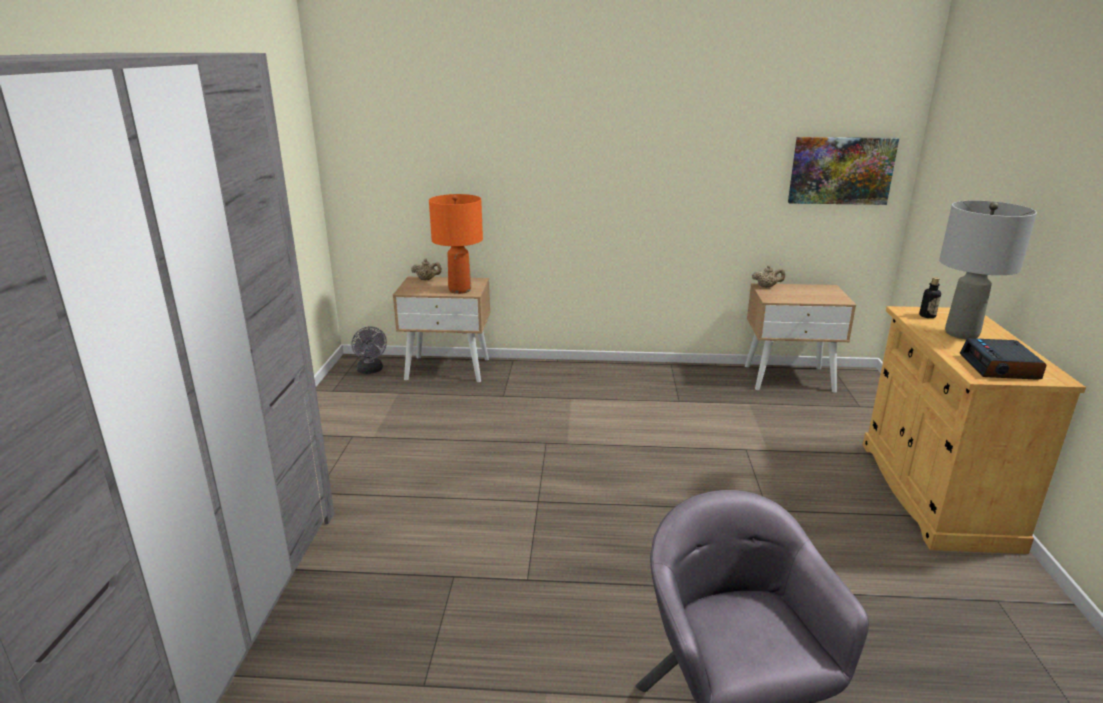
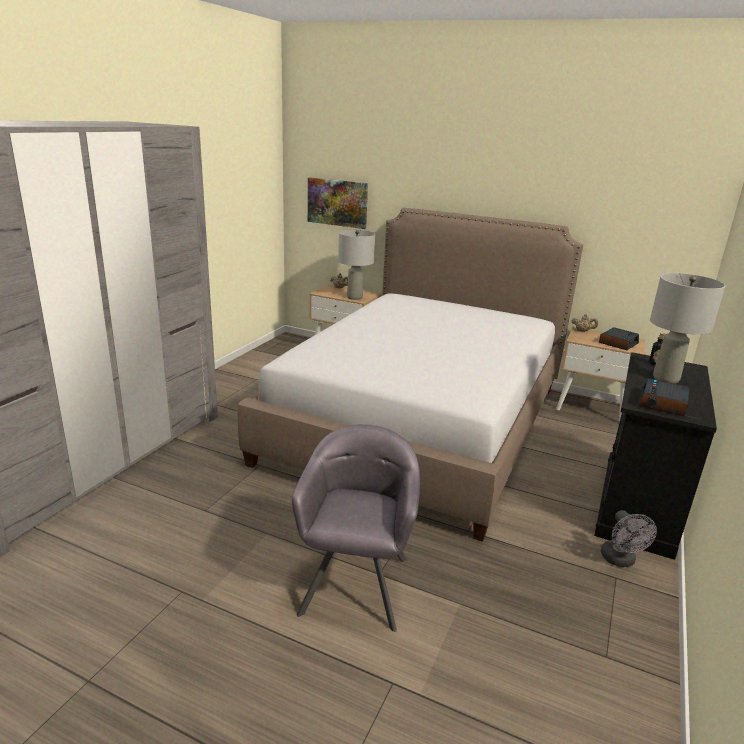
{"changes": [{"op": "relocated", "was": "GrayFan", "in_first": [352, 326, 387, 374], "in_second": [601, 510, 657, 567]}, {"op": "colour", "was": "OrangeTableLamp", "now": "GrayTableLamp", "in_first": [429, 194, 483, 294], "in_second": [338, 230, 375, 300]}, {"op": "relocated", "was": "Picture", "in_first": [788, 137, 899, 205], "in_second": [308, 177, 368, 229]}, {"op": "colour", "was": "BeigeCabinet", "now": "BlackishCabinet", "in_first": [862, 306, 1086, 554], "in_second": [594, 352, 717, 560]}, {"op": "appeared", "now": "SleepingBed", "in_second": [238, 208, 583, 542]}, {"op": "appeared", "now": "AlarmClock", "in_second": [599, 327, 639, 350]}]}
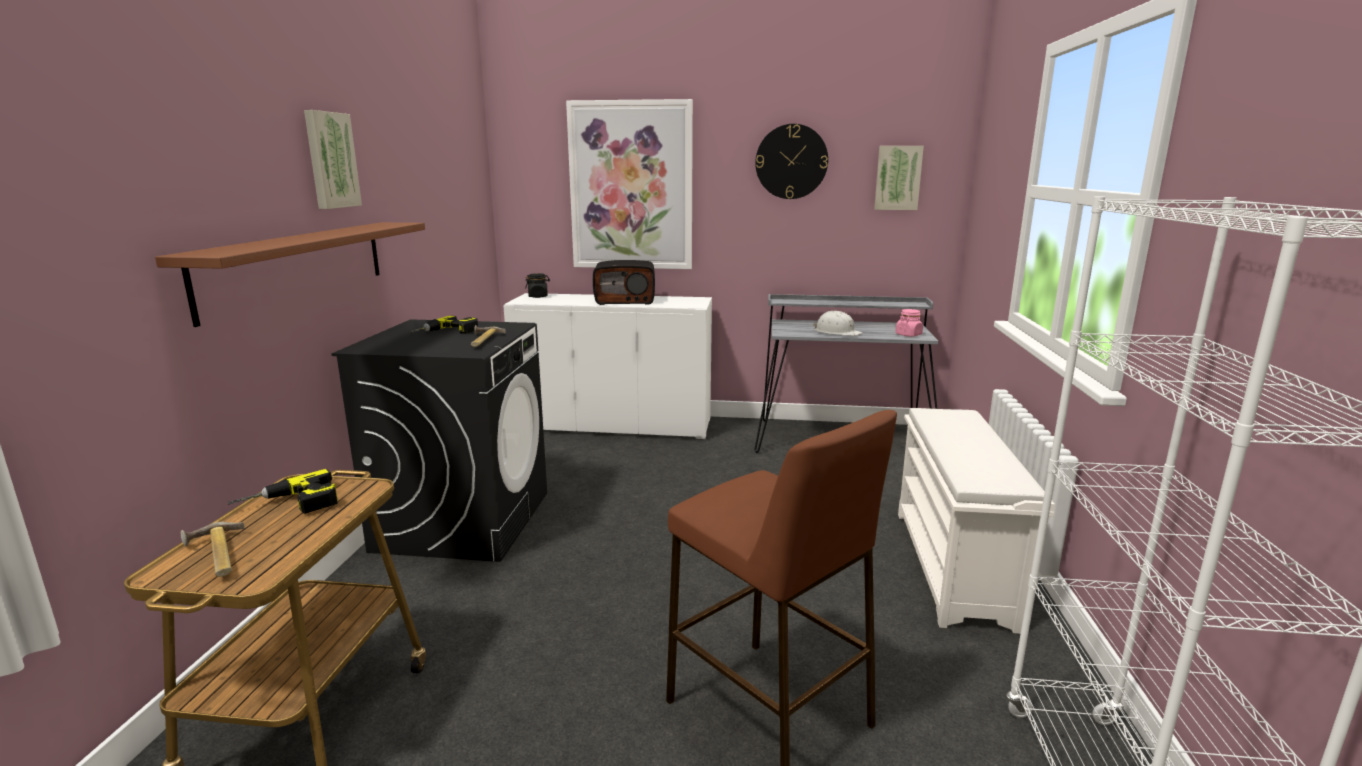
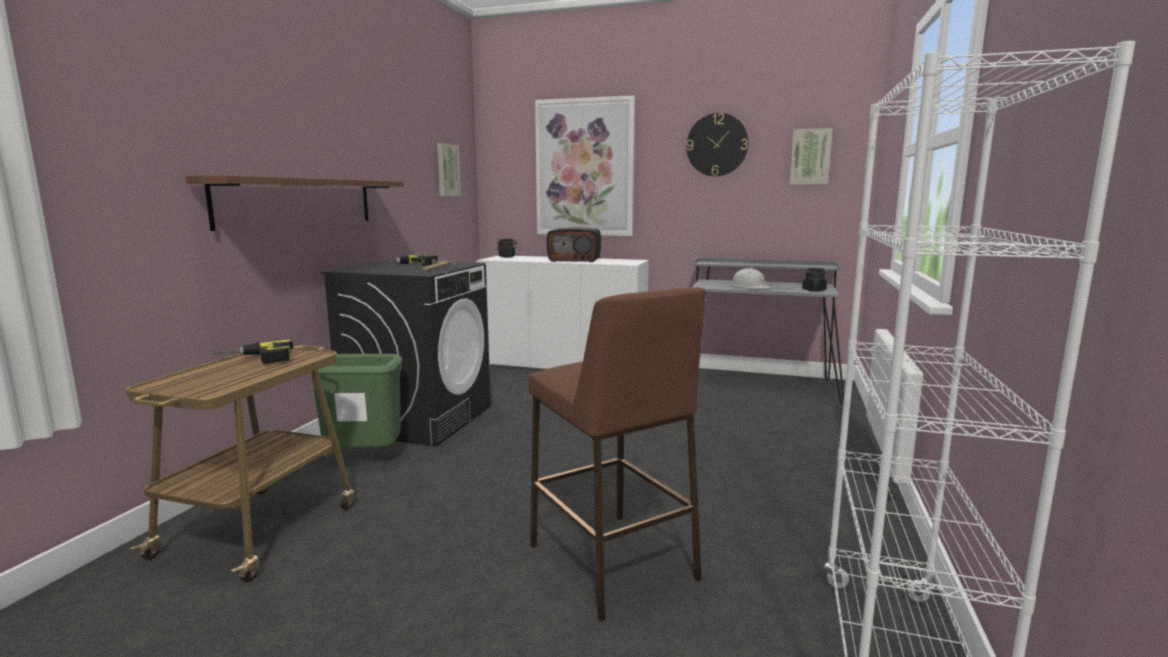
{"changes": [{"op": "missing", "was": "HandHammer", "in_first": [181, 522, 244, 577]}, {"op": "relocated", "was": "Picture", "in_first": [304, 110, 362, 209], "in_second": [437, 143, 461, 196]}, {"op": "colour", "was": "PinkColouredPreserveJar", "now": "BlackishPreserveJar", "in_first": [895, 309, 923, 337], "in_second": [802, 268, 827, 291]}, {"op": "missing", "was": "WhiteShoeRack", "in_first": [898, 408, 1055, 634]}, {"op": "appeared", "now": "GreenishTrashCan", "in_second": [310, 354, 402, 448]}]}
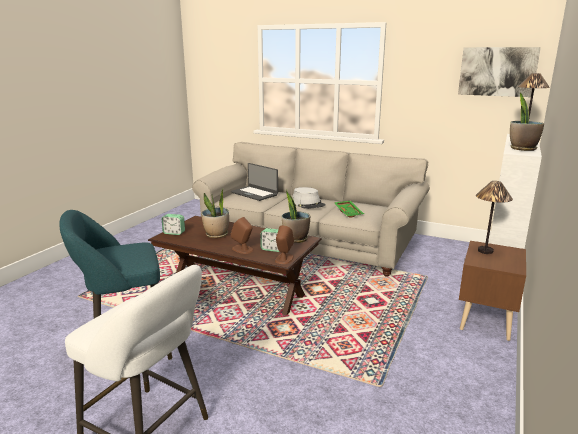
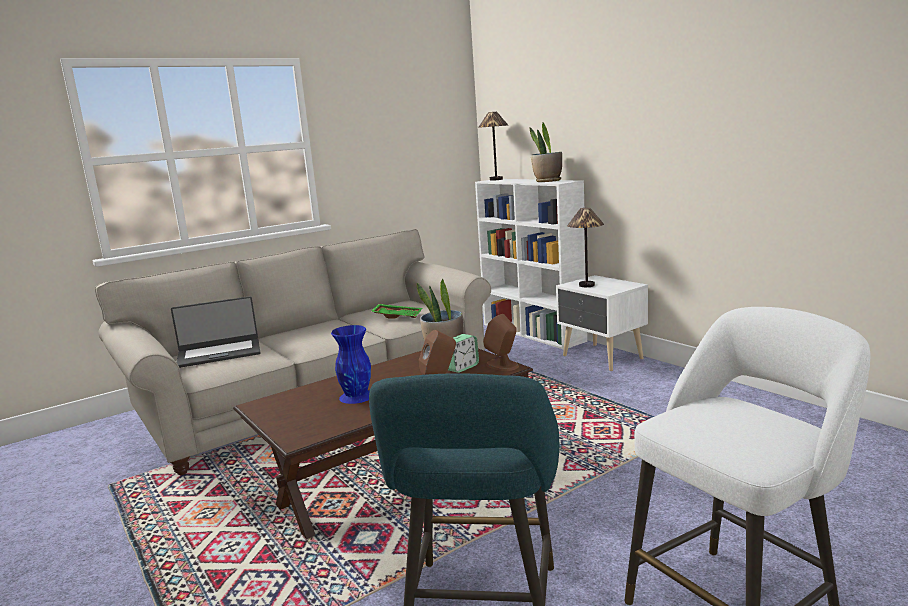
{"changes": [{"op": "missing", "was": "AlarmClock", "in_first": [162, 214, 185, 235]}, {"op": "exchanged", "was": "Houseplant", "now": "BluishDecorativeVase", "in_first": [201, 188, 229, 238], "in_second": [331, 325, 371, 404]}, {"op": "missing", "was": "GrayHat", "in_first": [292, 187, 325, 209]}, {"op": "missing", "was": "Picture", "in_first": [458, 47, 541, 97]}, {"op": "colour", "was": "BrownBedsideTable", "now": "WhiteBedsideTable", "in_first": [459, 241, 526, 341], "in_second": [556, 275, 648, 371]}]}
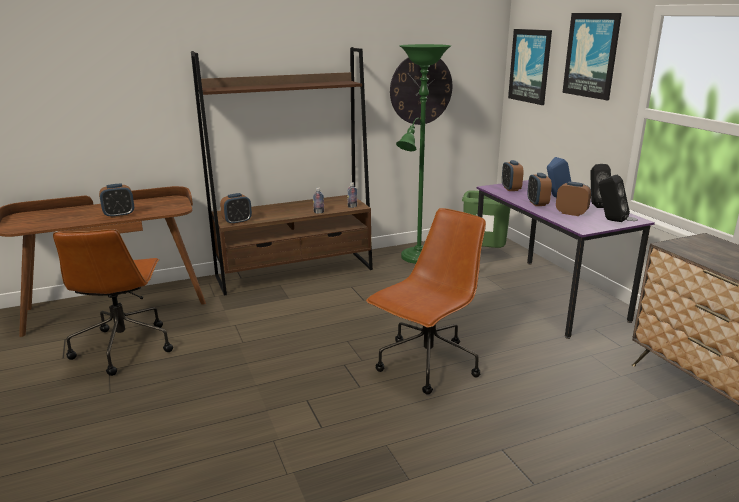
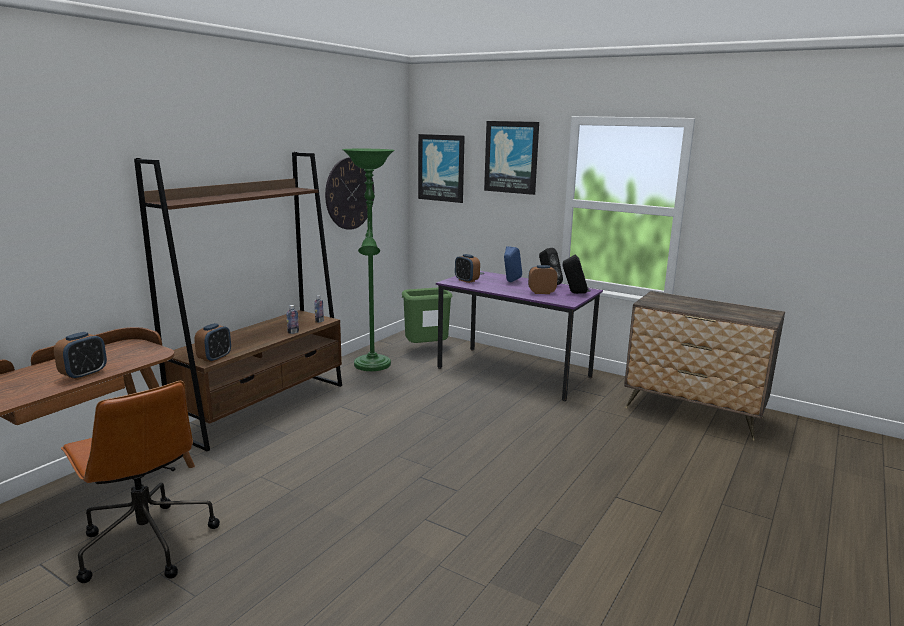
{"changes": [{"op": "missing", "was": "BrownComputerChair", "in_first": [366, 208, 486, 395]}, {"op": "missing", "was": "AlarmClock", "in_first": [527, 173, 552, 206]}]}
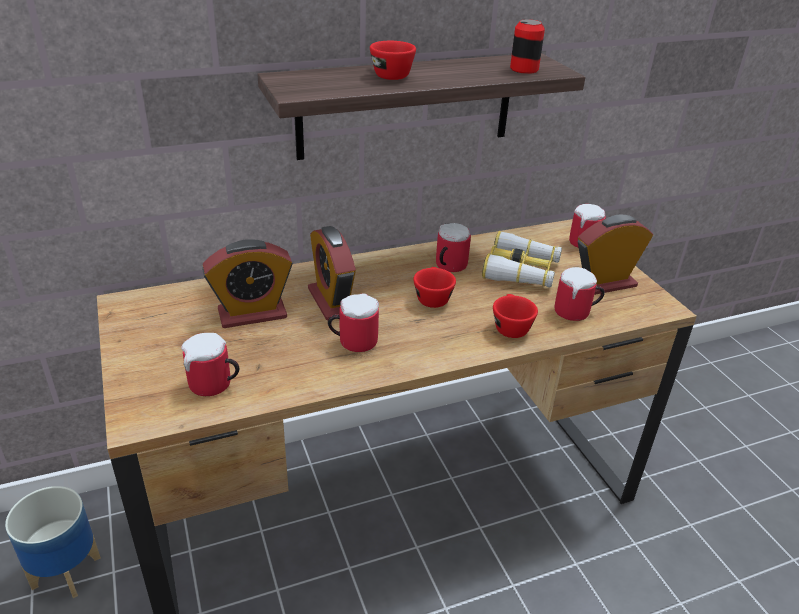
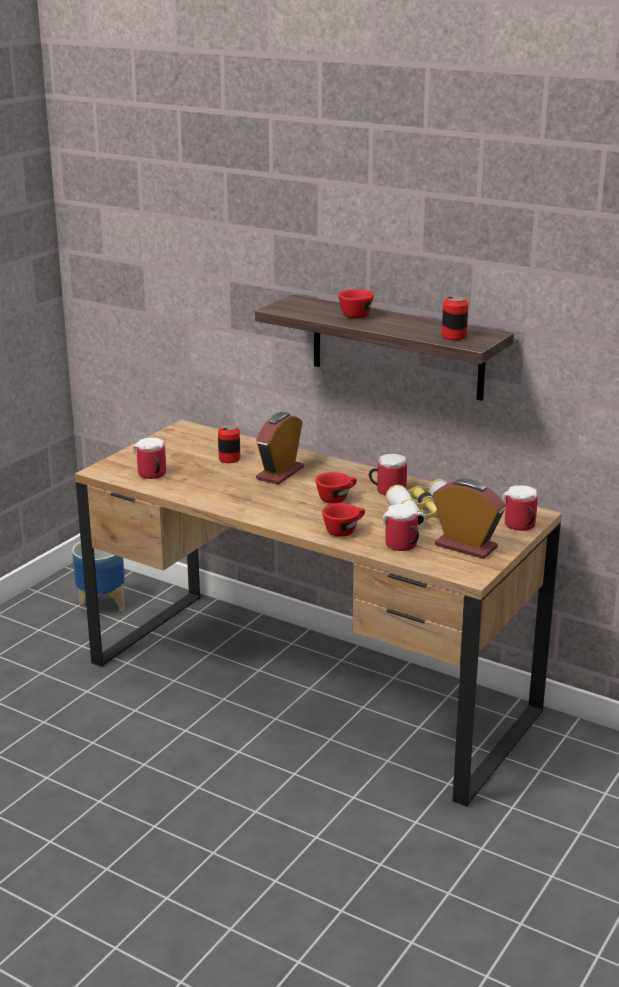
{"changes": [{"op": "exchanged", "was": "AlarmClock", "now": "SealedCan", "in_first": [202, 239, 293, 328], "in_second": [218, 424, 240, 463]}, {"op": "missing", "was": "CoffeeMug", "in_first": [328, 294, 379, 352]}]}
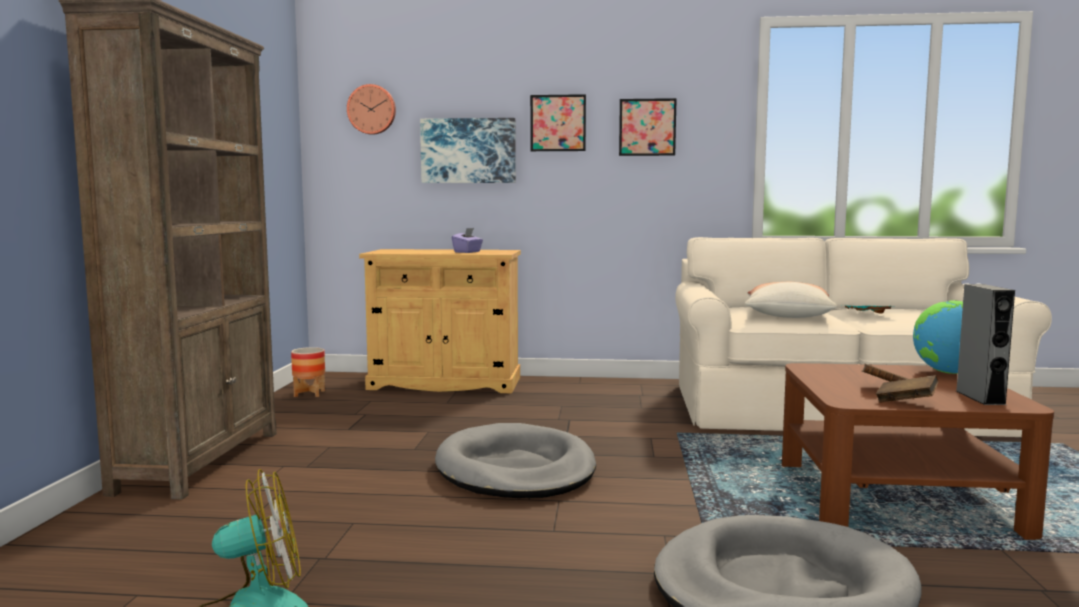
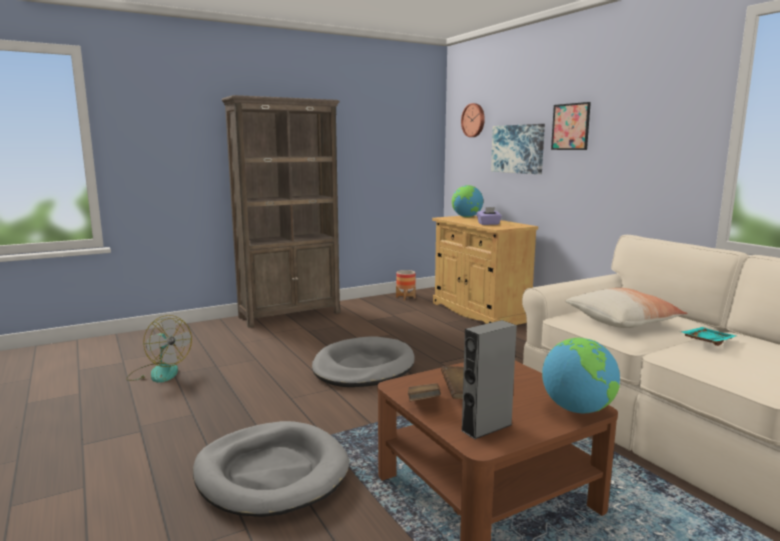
{"changes": [{"op": "missing", "was": "Picture", "in_first": [619, 98, 677, 156]}, {"op": "appeared", "now": "WorldGlobe", "in_second": [452, 185, 483, 217]}]}
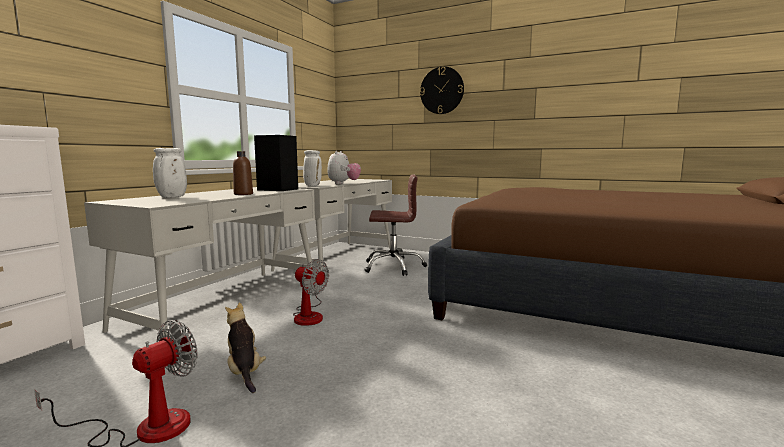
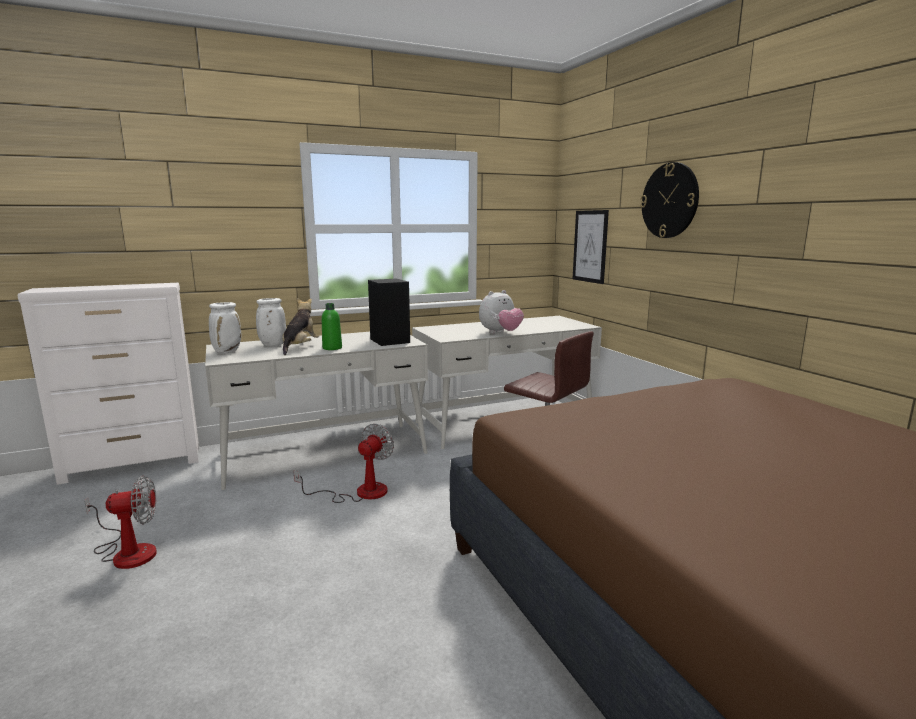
{"changes": [{"op": "relocated", "was": "SoftToy", "in_first": [225, 302, 266, 393], "in_second": [282, 298, 319, 355]}, {"op": "colour", "was": "BrownBottle", "now": "GreenishBottle", "in_first": [233, 151, 253, 195], "in_second": [322, 303, 342, 350]}, {"op": "spun", "was": "Fan", "in_first": [293, 259, 329, 326], "in_second": [293, 424, 394, 503], "clockwise": -135}, {"op": "relocated", "was": "WhiteDecorativeVase", "in_first": [303, 150, 322, 186], "in_second": [209, 302, 241, 353]}, {"op": "appeared", "now": "Picture", "in_second": [573, 210, 609, 284]}]}
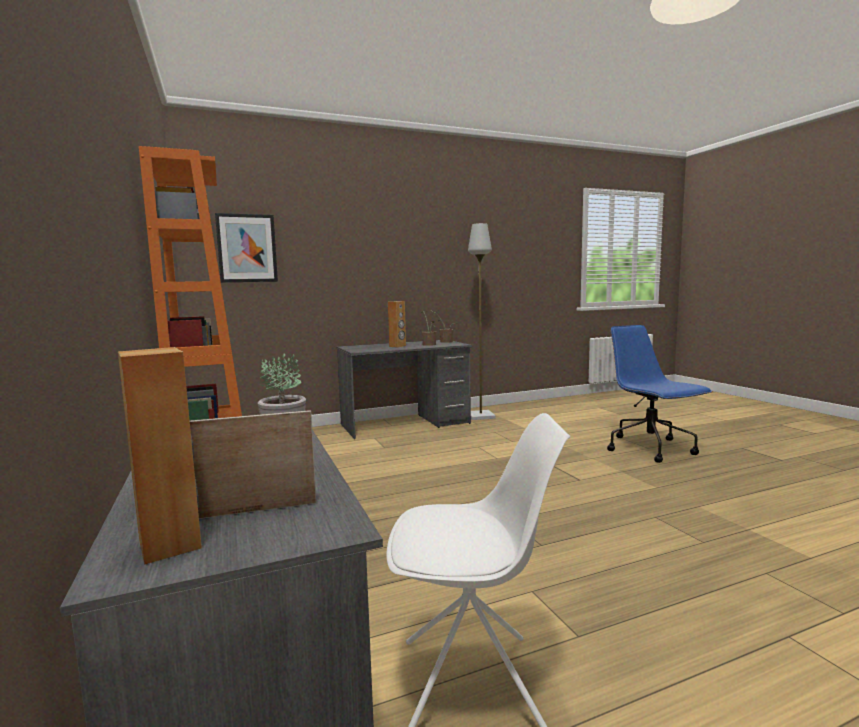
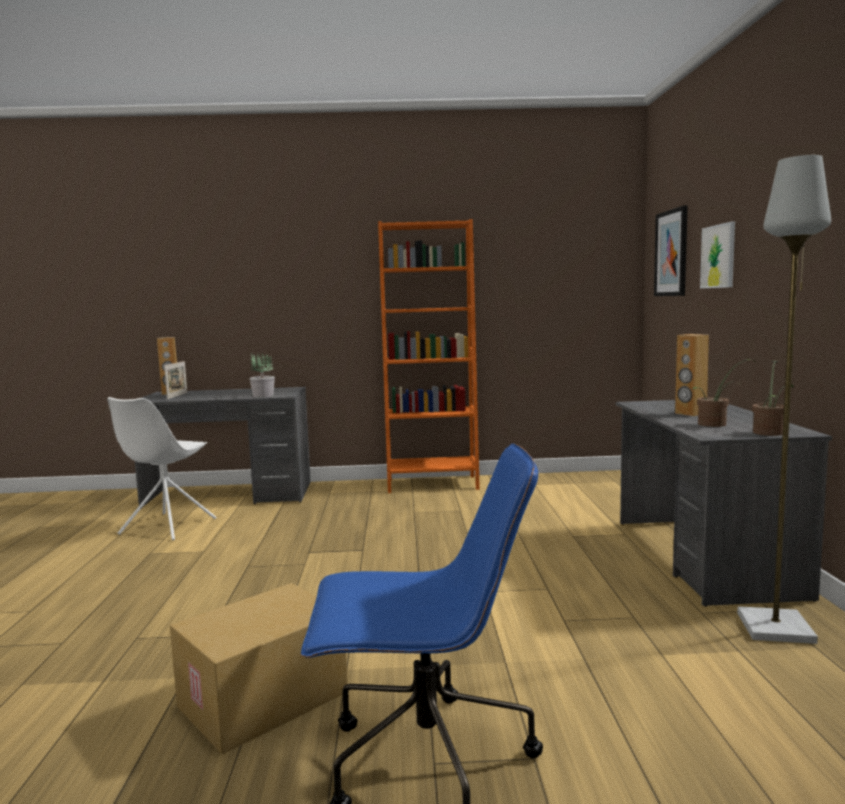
{"changes": [{"op": "appeared", "now": "PackingBox", "in_second": [170, 583, 348, 754]}, {"op": "appeared", "now": "Picture", "in_second": [700, 222, 735, 289]}]}
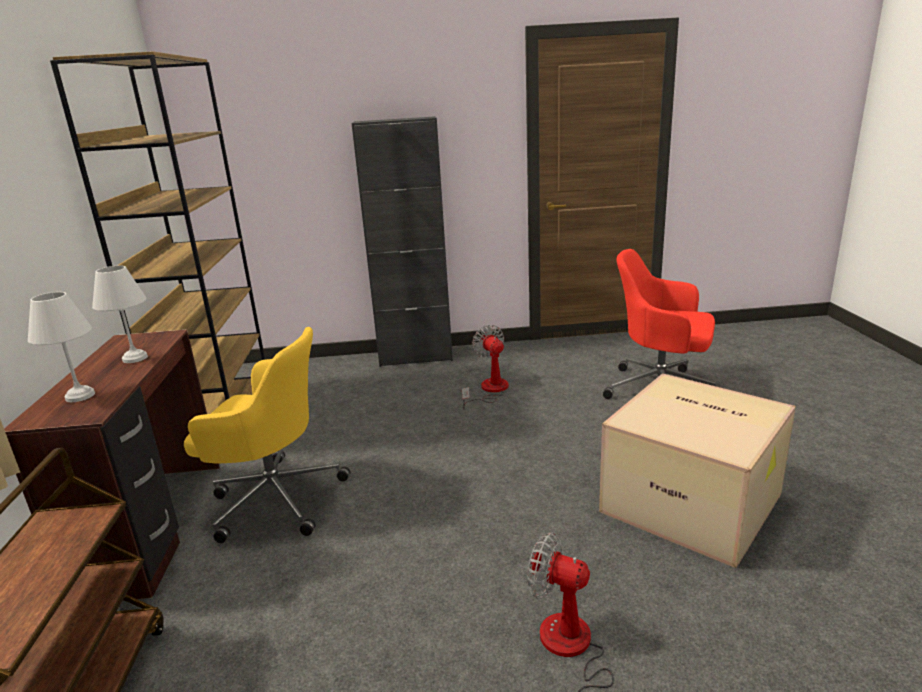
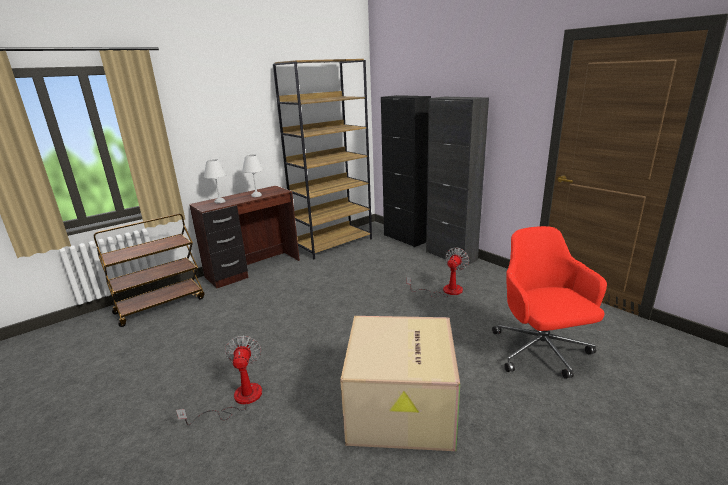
{"changes": [{"op": "missing", "was": "YellowishComputerChair", "in_first": [184, 327, 350, 543]}, {"op": "appeared", "now": "BlackishCabinet", "in_second": [381, 95, 431, 247]}]}
